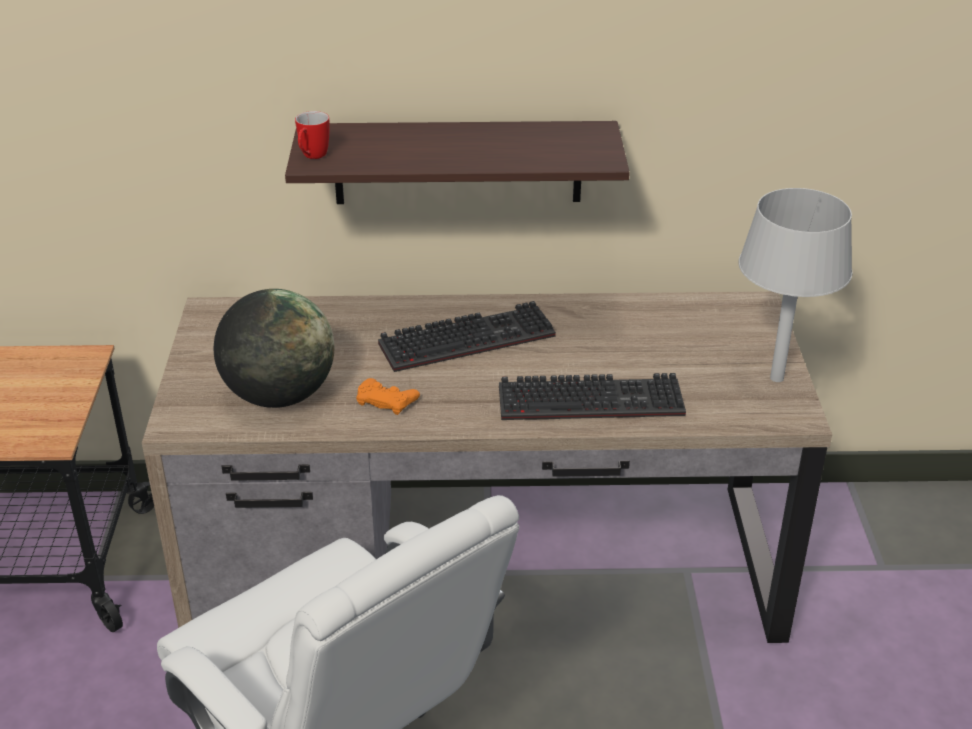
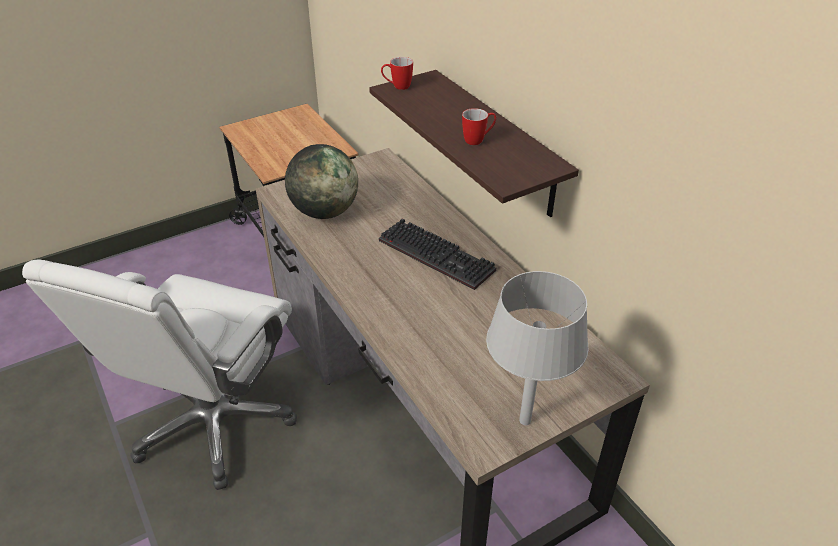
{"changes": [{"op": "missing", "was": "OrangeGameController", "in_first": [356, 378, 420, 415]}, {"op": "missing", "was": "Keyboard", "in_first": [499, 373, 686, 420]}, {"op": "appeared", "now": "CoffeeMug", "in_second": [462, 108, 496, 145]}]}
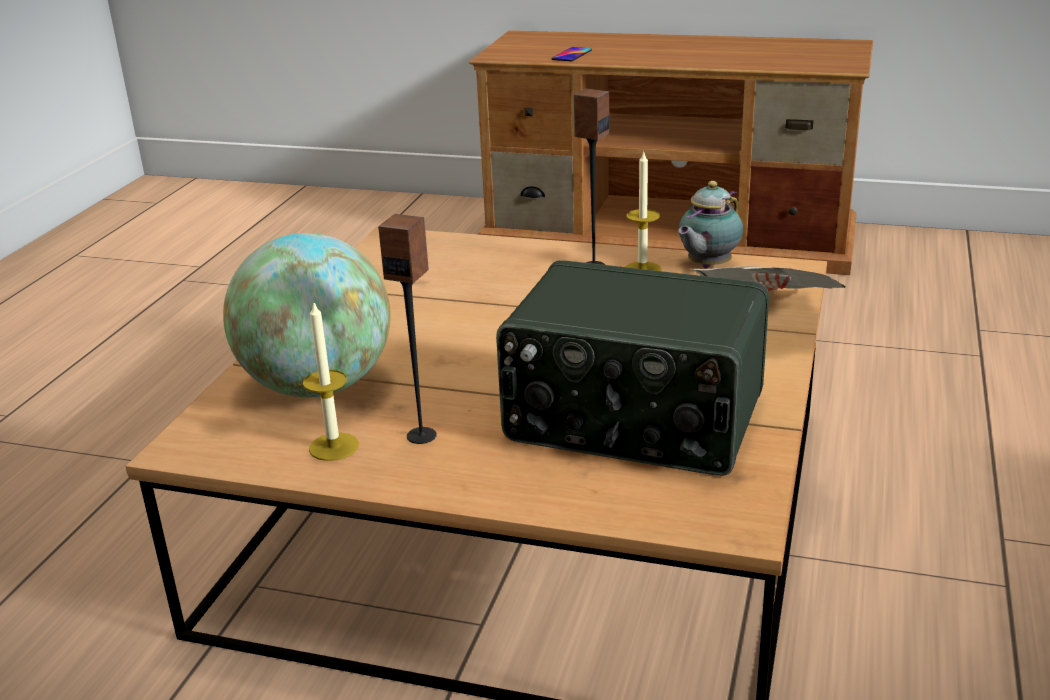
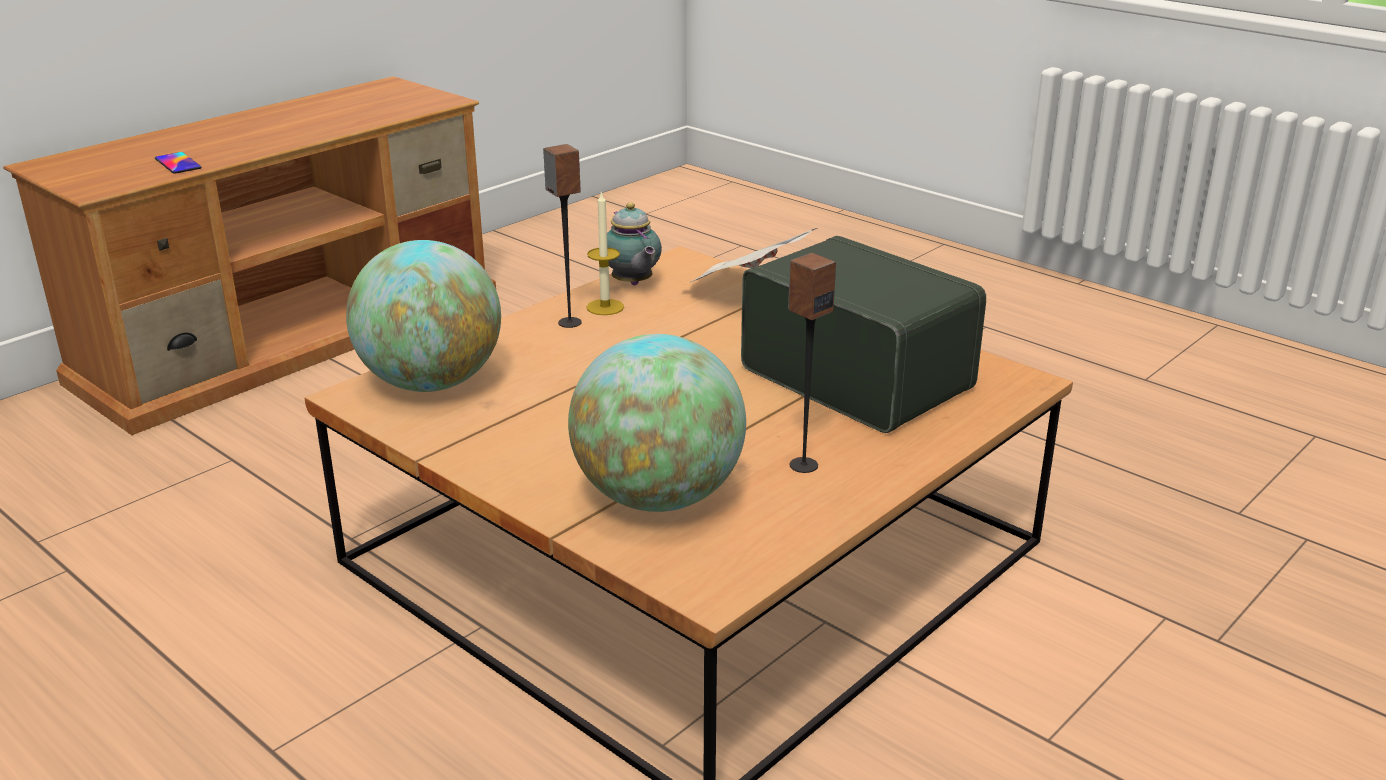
{"changes": [{"op": "missing", "was": "WaxCandle", "in_first": [303, 301, 359, 461]}, {"op": "spun", "was": "RadioReceiver", "in_first": [496, 260, 769, 476], "in_second": [741, 236, 986, 433], "clockwise": -90}, {"op": "appeared", "now": "WorldGlobe", "in_second": [346, 240, 501, 392]}]}
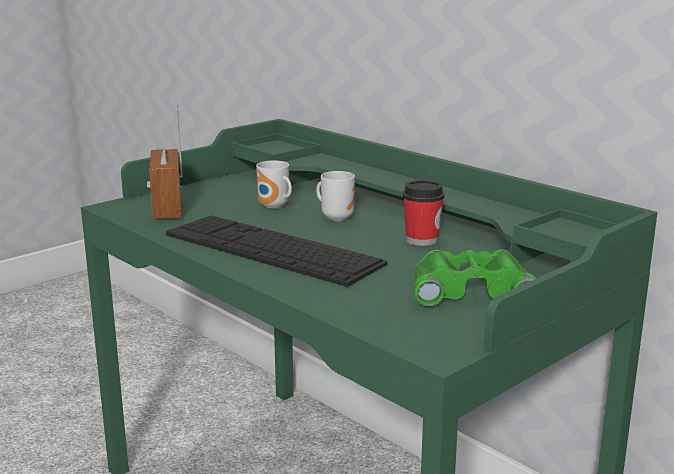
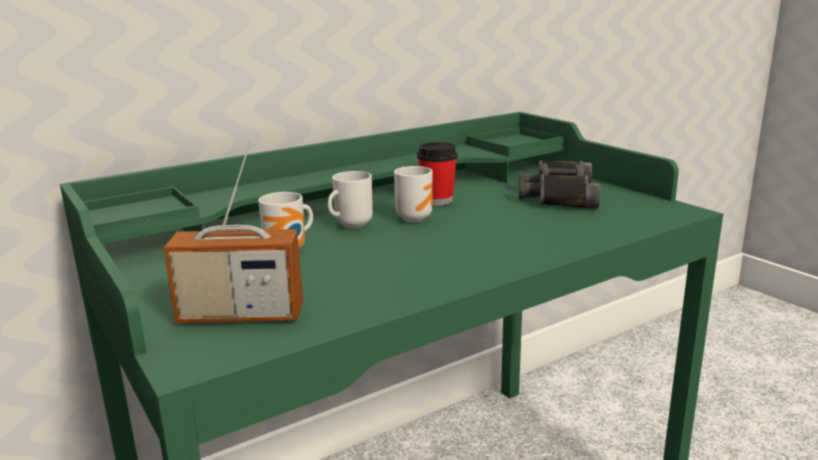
{"changes": [{"op": "missing", "was": "Keyboard", "in_first": [166, 215, 388, 287]}, {"op": "colour", "was": "GreenishFieldGlasses", "now": "BlackishFieldGlasses", "in_first": [414, 249, 536, 307], "in_second": [519, 160, 601, 209]}, {"op": "appeared", "now": "CoffeeMug", "in_second": [394, 166, 433, 223]}]}
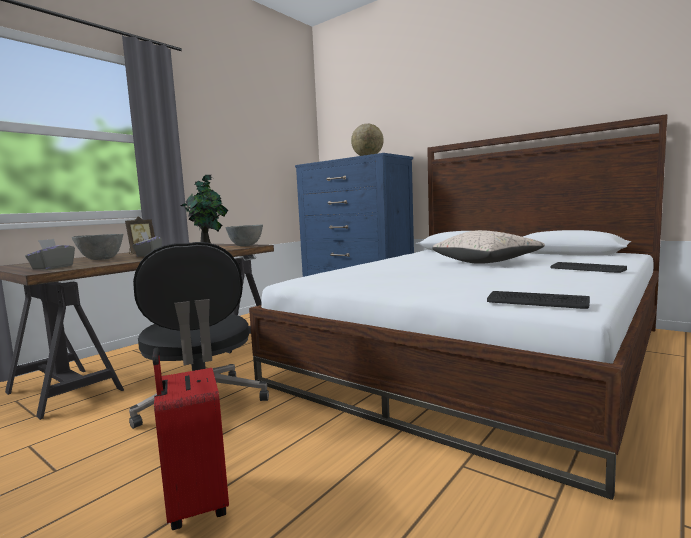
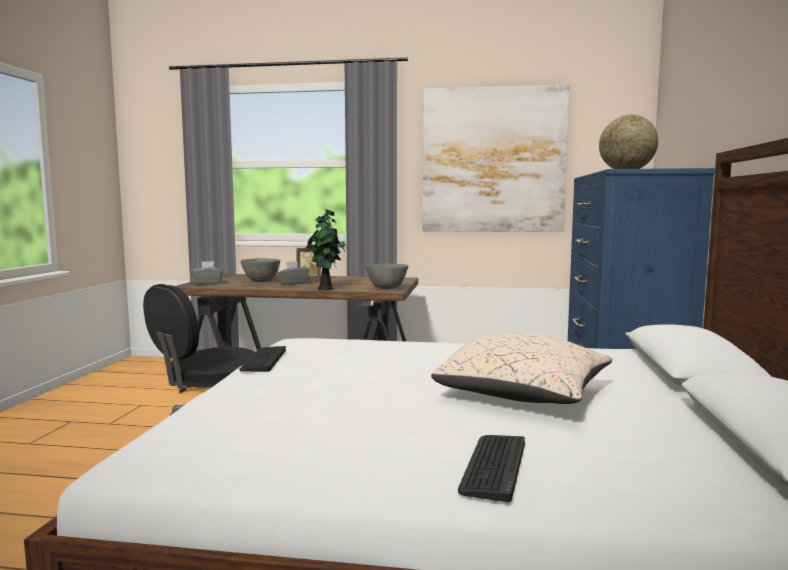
{"changes": [{"op": "missing", "was": "RedSuitcase", "in_first": [152, 348, 229, 530]}, {"op": "relocated", "was": "Keyboard", "in_first": [487, 291, 590, 309], "in_second": [239, 346, 286, 372]}, {"op": "appeared", "now": "Picture", "in_second": [423, 84, 570, 232]}]}
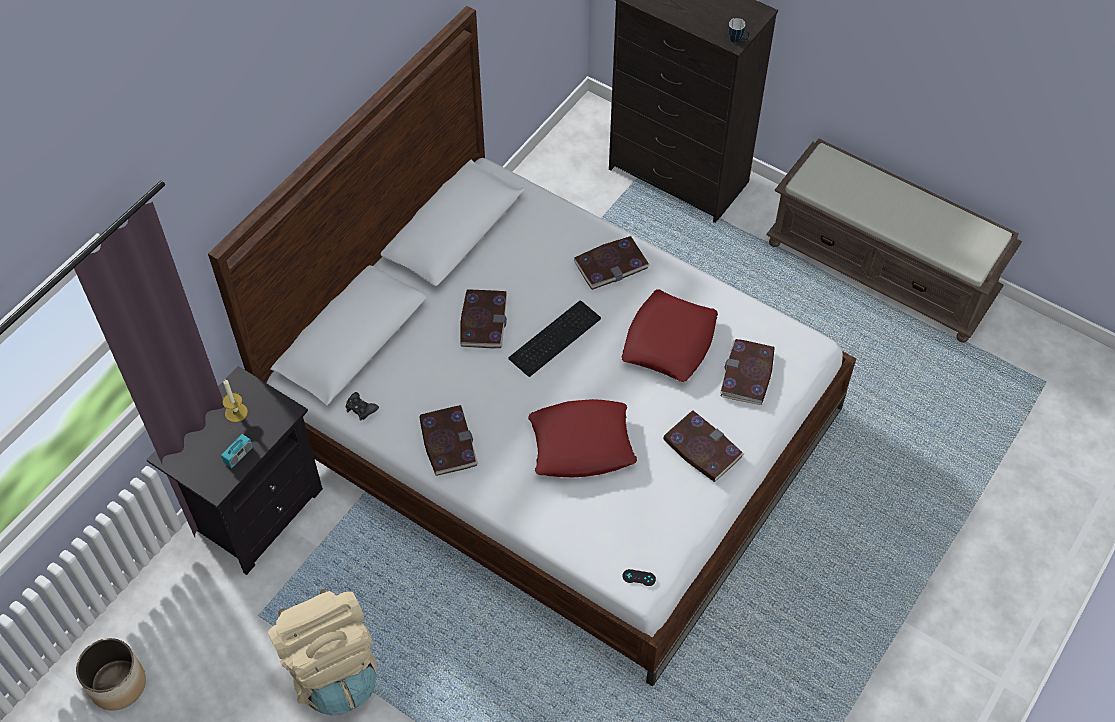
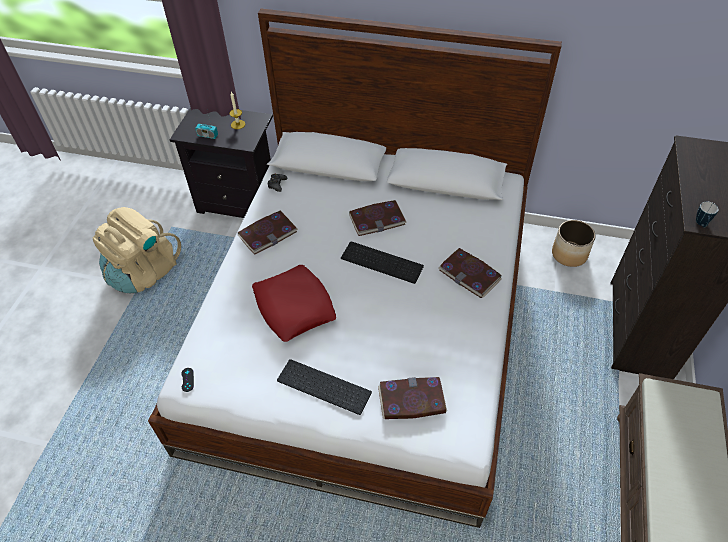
{"changes": [{"op": "relocated", "was": "Planter", "in_first": [76, 638, 146, 710], "in_second": [552, 220, 596, 267]}, {"op": "missing", "was": "RedCushion", "in_first": [621, 290, 718, 382]}, {"op": "exchanged", "was": "BoundBook", "now": "Keyboard", "in_first": [663, 410, 744, 482], "in_second": [277, 359, 372, 415]}]}
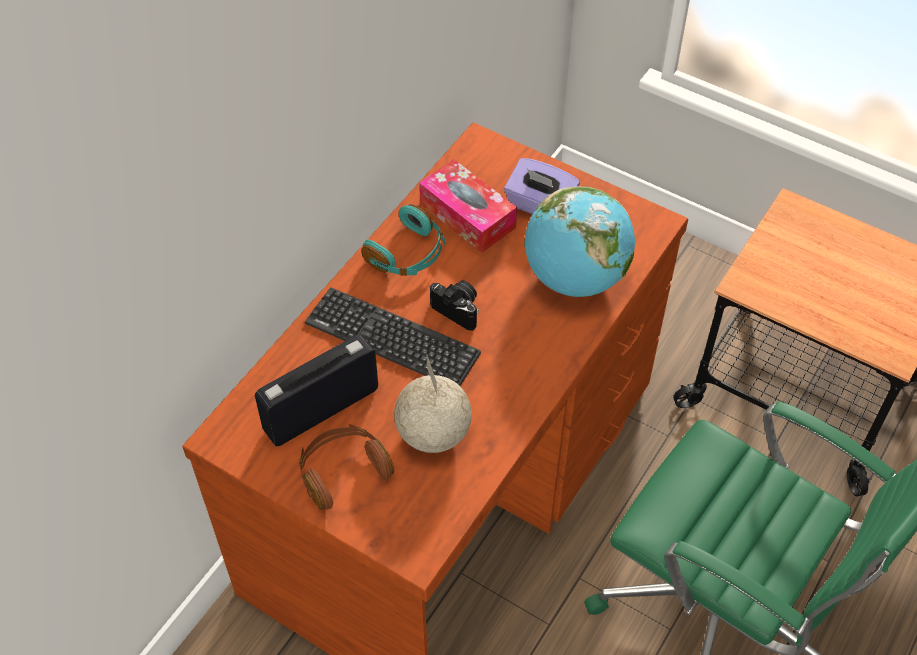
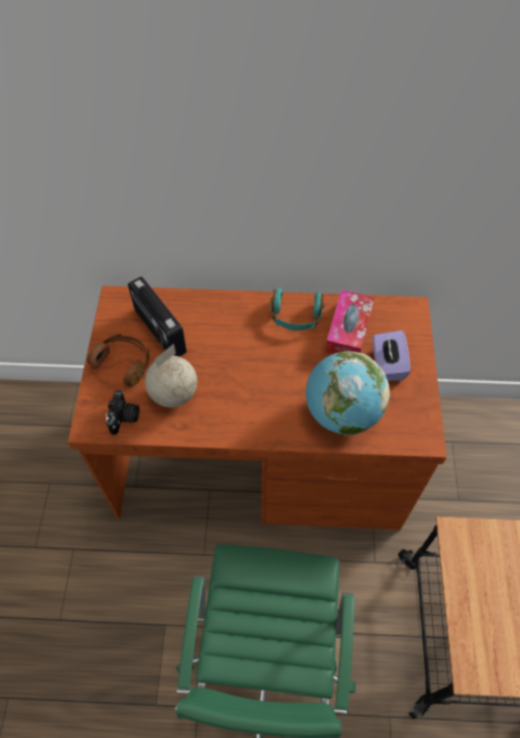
{"changes": [{"op": "spun", "was": "RadioReceiver", "in_first": [255, 334, 378, 446], "in_second": [128, 277, 187, 357], "clockwise": -150}, {"op": "missing", "was": "Keyboard", "in_first": [305, 287, 481, 386]}, {"op": "relocated", "was": "PhotoCamera", "in_first": [430, 280, 479, 330], "in_second": [105, 390, 139, 435]}]}
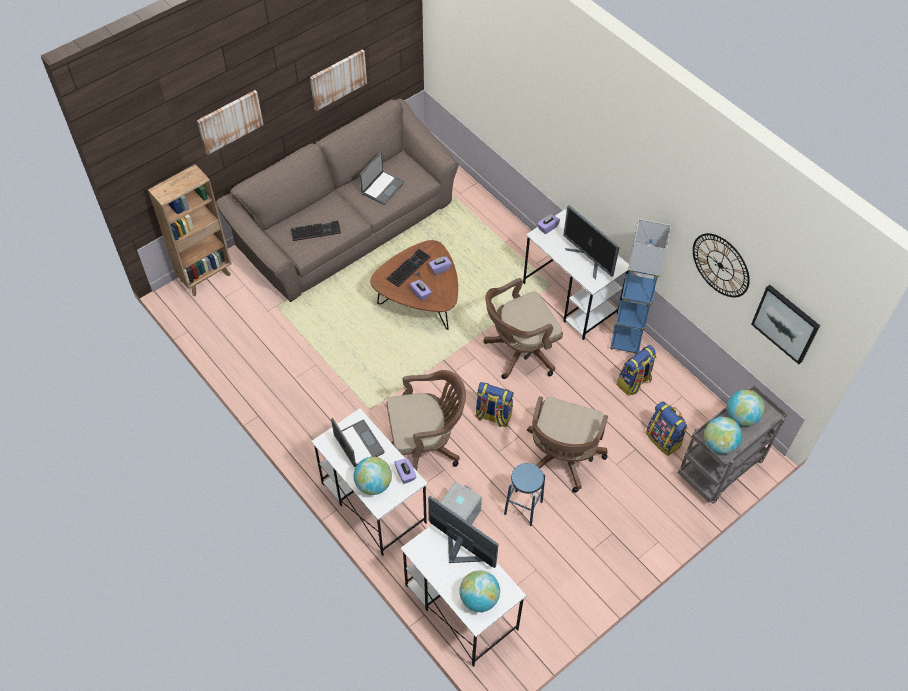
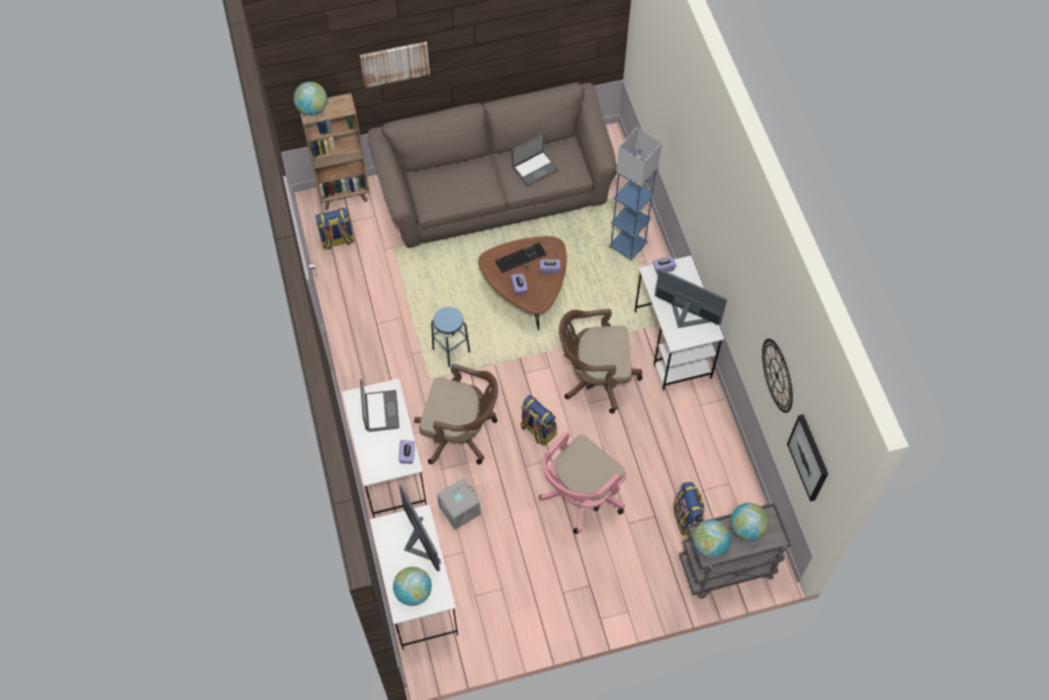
{"changes": [{"op": "missing", "was": "Keyboard", "in_first": [291, 221, 341, 241]}, {"op": "missing", "was": "Picture", "in_first": [310, 49, 367, 111]}, {"op": "relocated", "was": "WorldGlobe", "in_first": [354, 457, 392, 495], "in_second": [293, 82, 327, 116]}, {"op": "relocated", "was": "BluishSittingStool", "in_first": [504, 463, 545, 526], "in_second": [431, 307, 470, 367]}, {"op": "colour", "was": "BrownComputerChair", "now": "PinkColouredComputerChair", "in_first": [527, 396, 608, 493], "in_second": [539, 431, 627, 534]}, {"op": "spun", "was": "ComputerScreen", "in_first": [563, 205, 620, 279], "in_second": [655, 269, 727, 328], "clockwise": 135}, {"op": "relocated", "was": "BluishStandardLamp", "in_first": [610, 219, 671, 354], "in_second": [609, 128, 662, 261]}, {"op": "relocated", "was": "Backpack", "in_first": [617, 345, 656, 396], "in_second": [315, 208, 354, 250]}]}
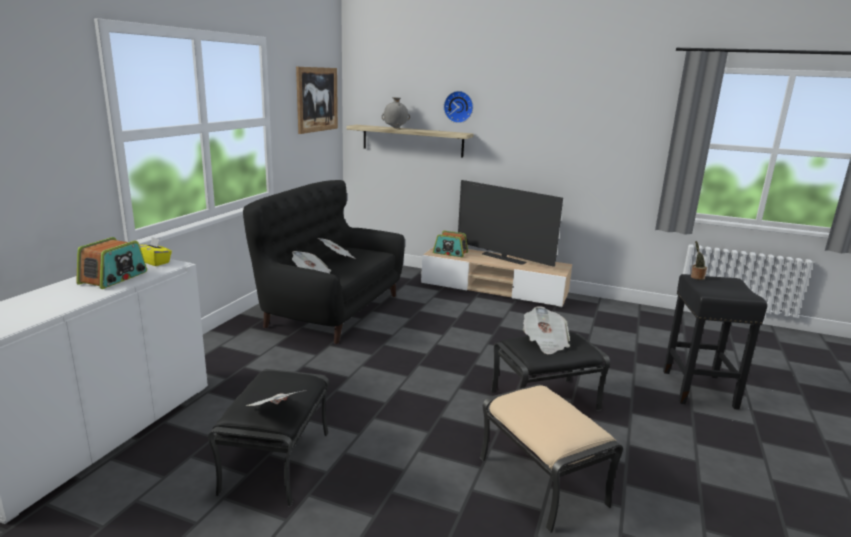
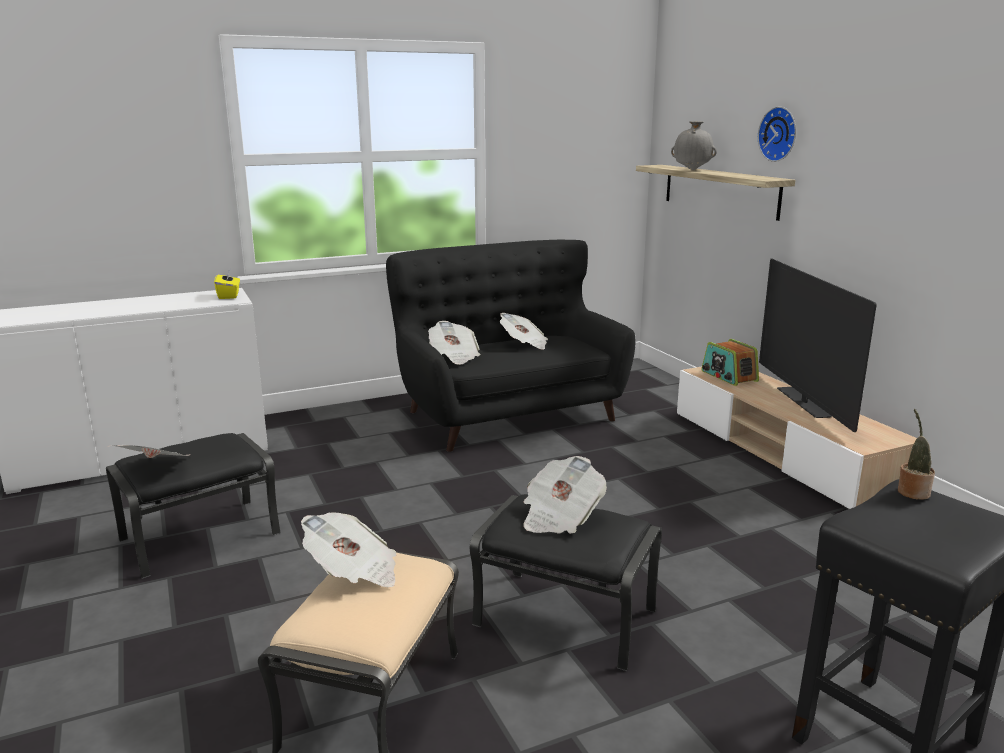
{"changes": [{"op": "missing", "was": "RadioReceiver", "in_first": [76, 237, 147, 289]}, {"op": "missing", "was": "Picture", "in_first": [296, 67, 338, 134]}, {"op": "appeared", "now": "Newspaper", "in_second": [301, 512, 396, 588]}]}
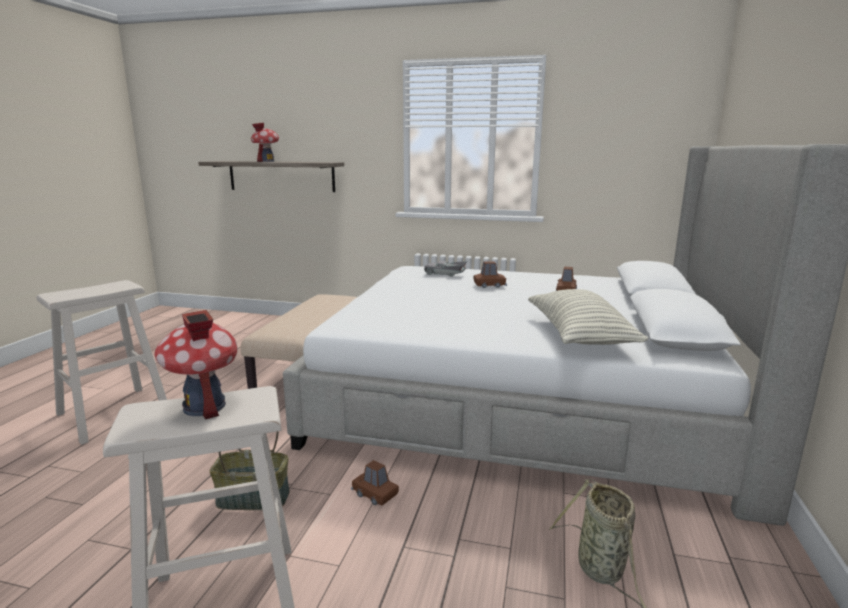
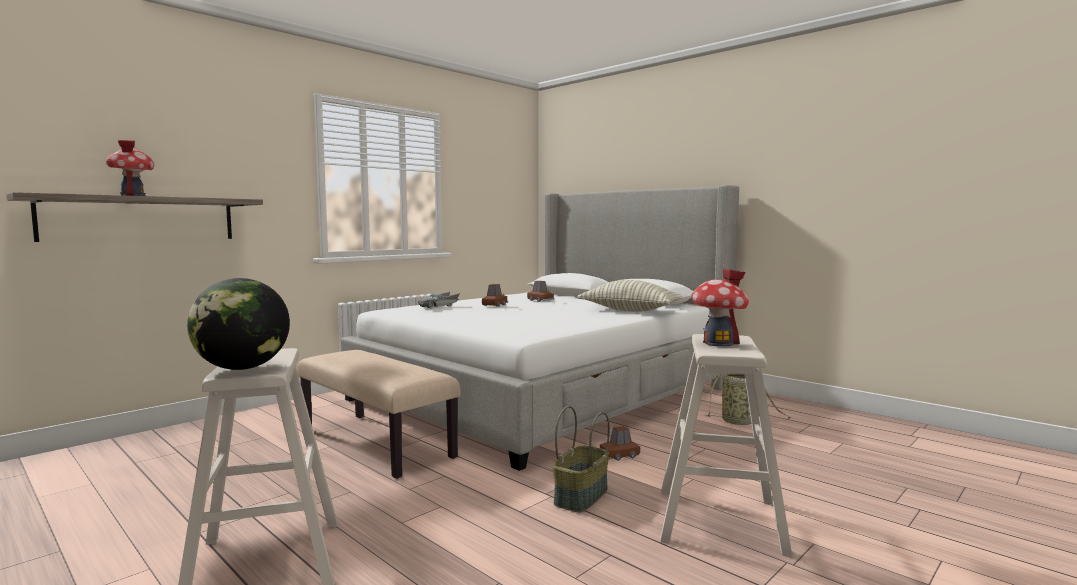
{"changes": [{"op": "appeared", "now": "WorldGlobe", "in_second": [187, 278, 290, 370]}]}
